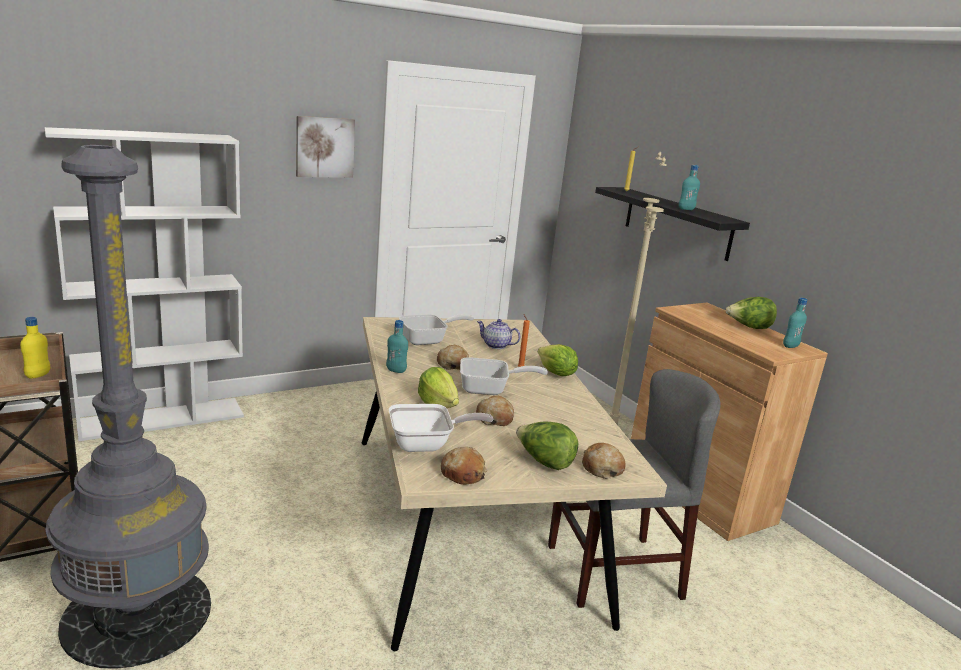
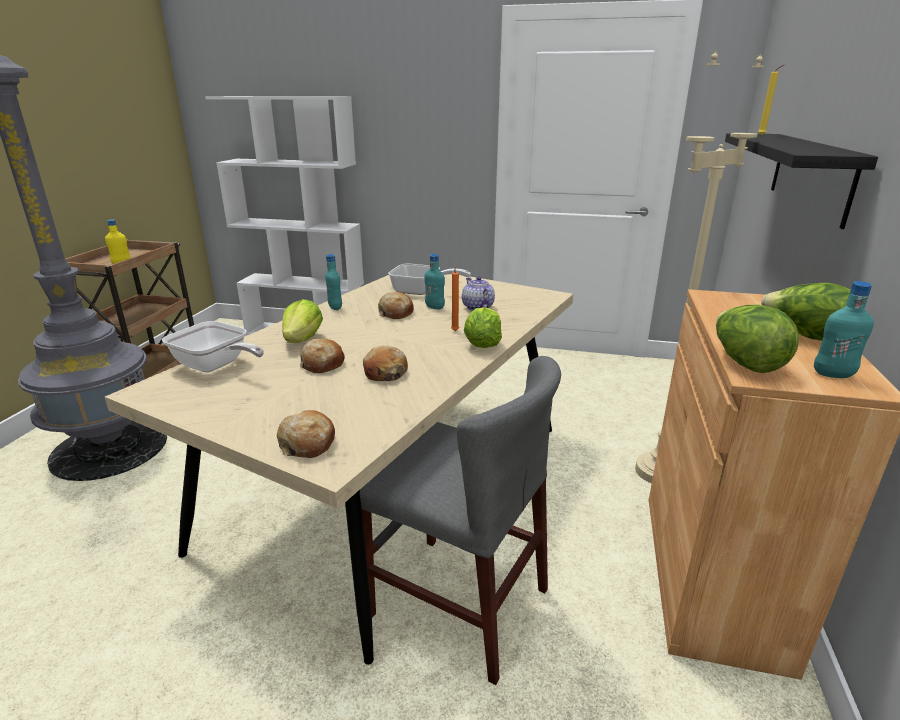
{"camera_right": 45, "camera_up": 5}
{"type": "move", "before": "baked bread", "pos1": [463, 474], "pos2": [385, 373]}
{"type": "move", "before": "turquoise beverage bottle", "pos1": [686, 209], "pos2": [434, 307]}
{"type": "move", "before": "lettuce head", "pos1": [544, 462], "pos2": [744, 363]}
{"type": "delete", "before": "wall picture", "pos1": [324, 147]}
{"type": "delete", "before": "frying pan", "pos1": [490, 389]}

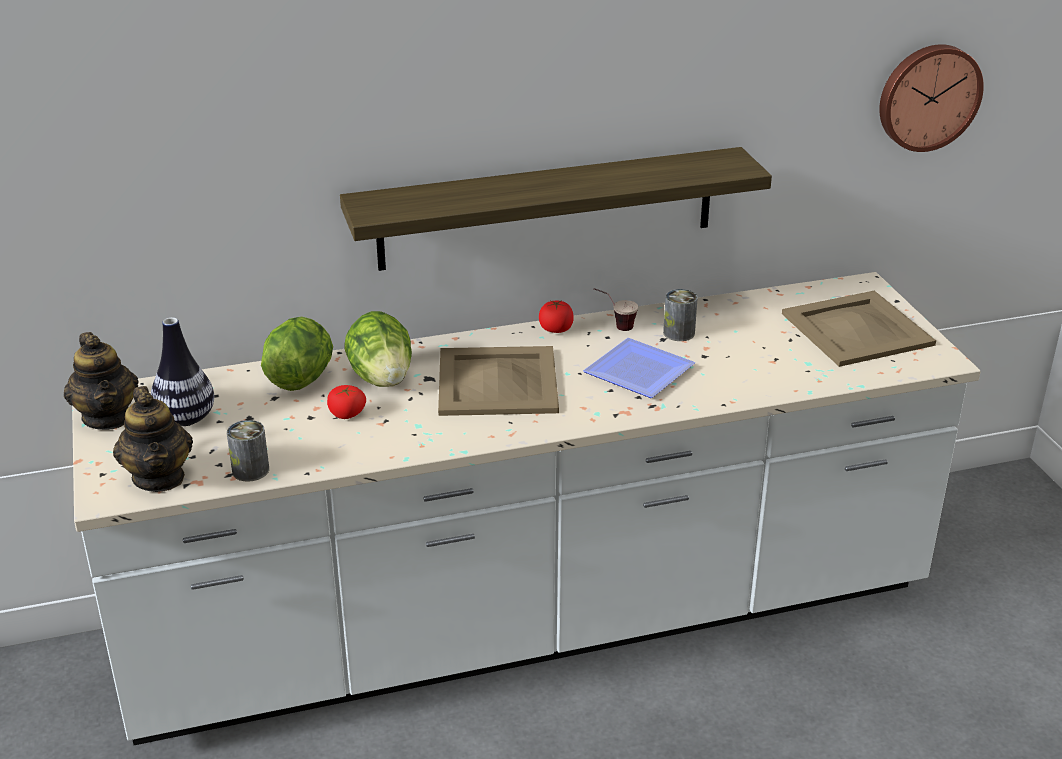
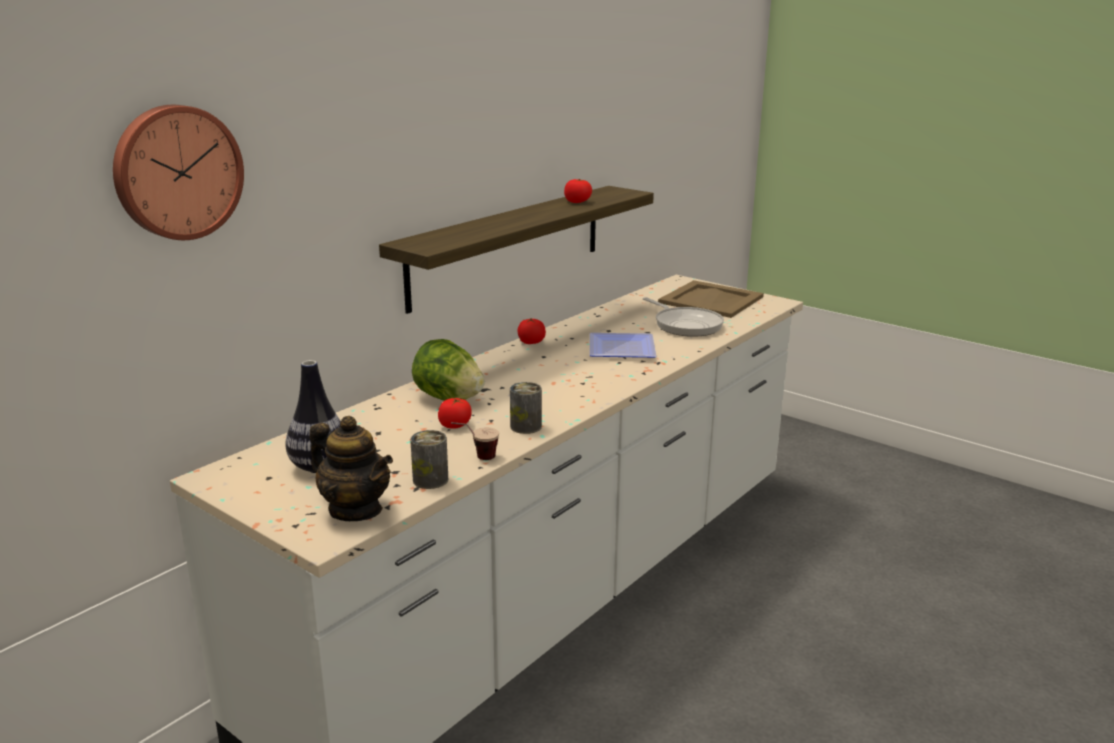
{"camera_right": -35, "camera_up": -10}
{"type": "move", "before": "clock on the wall", "pos1": [928, 96], "pos2": [177, 172]}
{"type": "move", "before": "small cup", "pos1": [614, 326], "pos2": [476, 458]}
{"type": "move", "before": "metal can", "pos1": [679, 333], "pos2": [526, 426]}
{"type": "insert", "after": "tomato", "pos2": [578, 202]}
{"type": "insert", "after": "frying pan", "pos2": [685, 325]}
{"type": "delete", "before": "tea pot", "pos1": [108, 417]}
{"type": "delete", "before": "lettuce head", "pos1": [301, 378]}
{"type": "delete", "before": "beige-coloured serving tray", "pos1": [498, 382]}

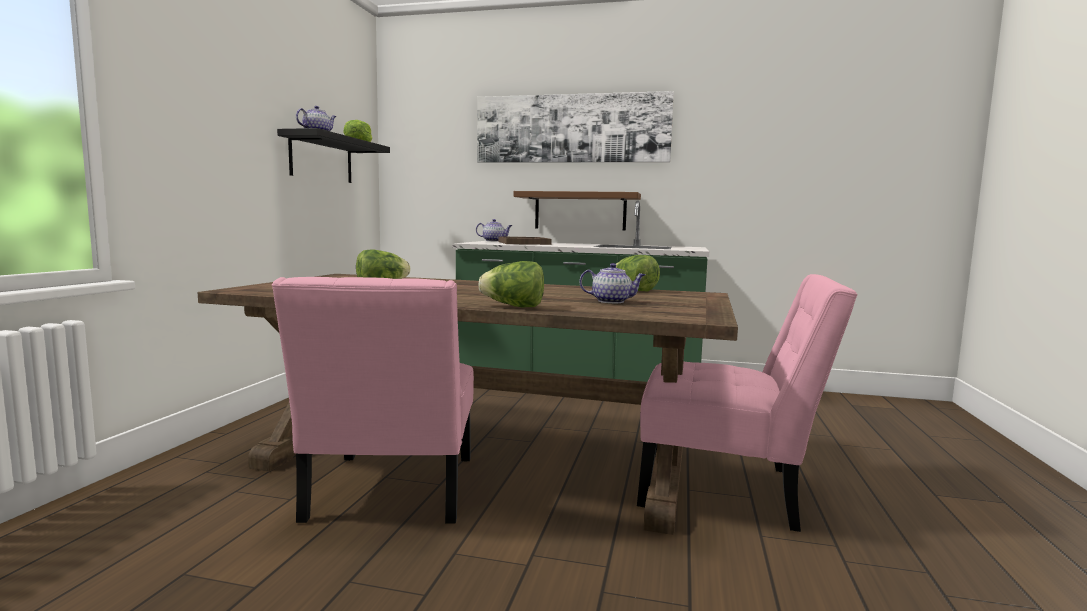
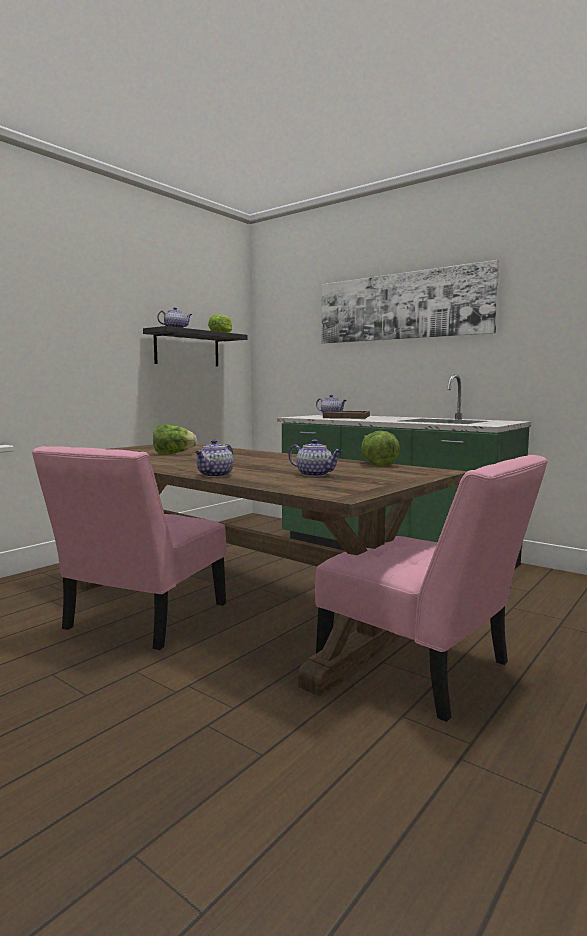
{"camera_right": 25, "camera_up": 0}
{"type": "replace", "before": "lettuce head", "after": "tea pot", "pos1": [514, 306], "pos2": [215, 475]}
{"type": "delete", "before": "brown-coloured shelf", "pos1": [580, 211]}

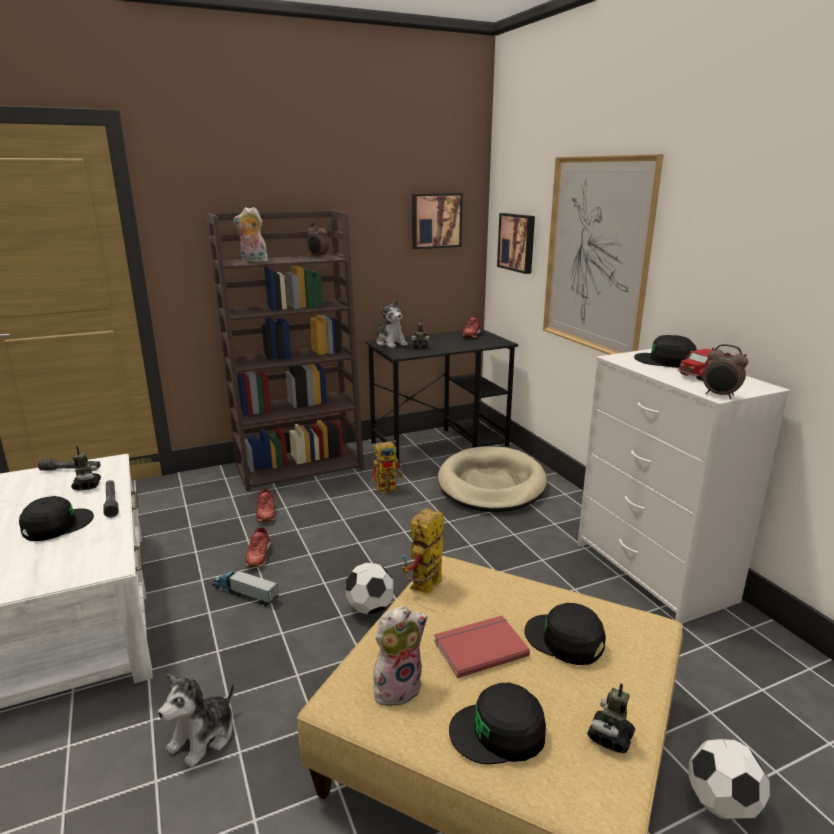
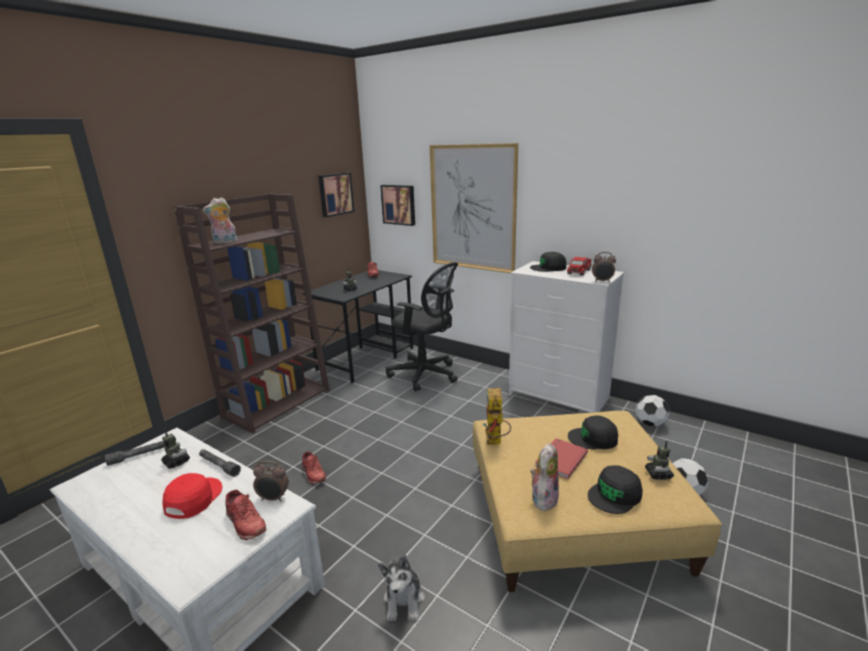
{"camera_right": -30, "camera_up": 0}
{"type": "recolor", "before": "black-coloured baseball cap", "after": "red baseball cap", "pos1": [57, 525], "pos2": [193, 498]}
{"type": "move", "before": "red item of footwear", "pos1": [265, 513], "pos2": [245, 523]}
{"type": "move", "before": "bedside clock", "pos1": [318, 257], "pos2": [273, 498]}
{"type": "replace", "before": "beige-coloured dog cushion", "after": "black-coloured office chair", "pos1": [491, 484], "pos2": [426, 375]}
{"type": "move", "before": "football ball", "pos1": [370, 608], "pos2": [650, 423]}
{"type": "delete", "before": "model truck", "pos1": [245, 593]}
{"type": "delete", "before": "model robot", "pos1": [390, 487]}
{"type": "delete", "before": "cuddly toy", "pos1": [391, 343]}

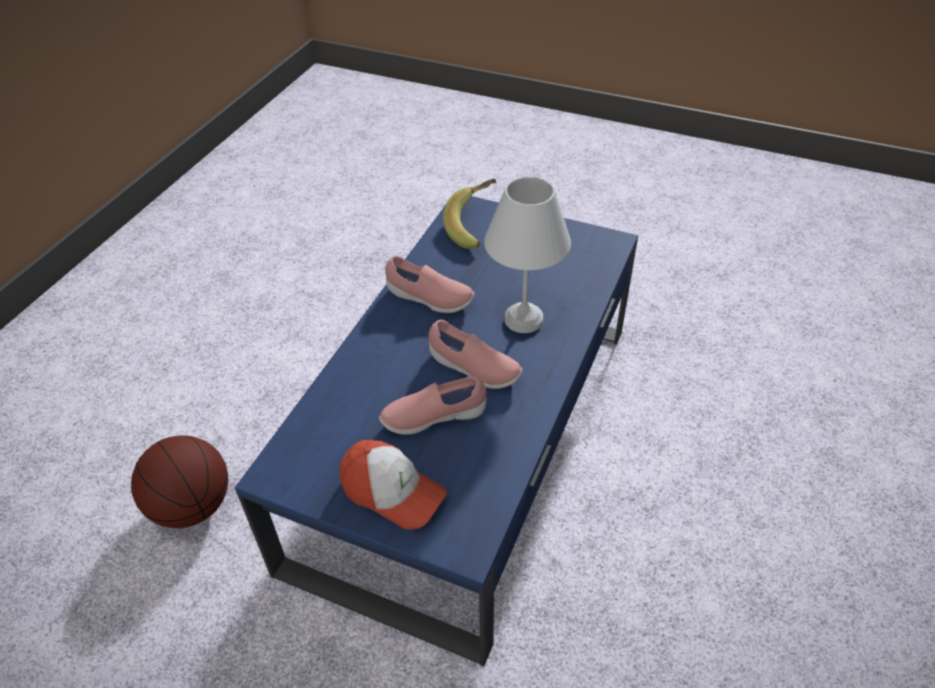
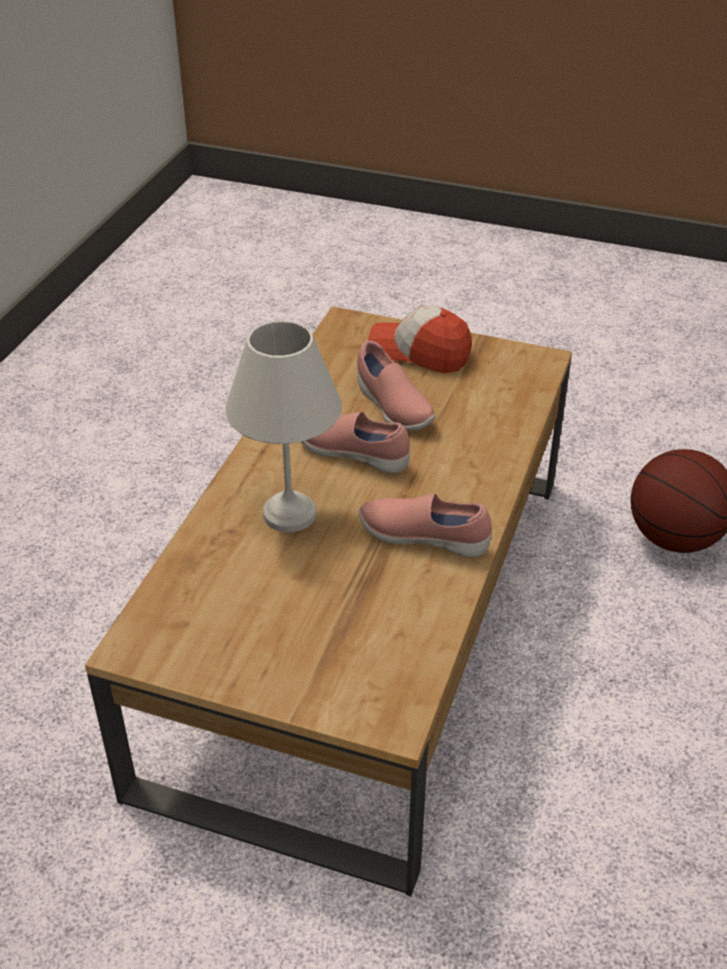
{"camera_right": 175, "camera_up": -5}
{"type": "recolor", "before": "blue lounge table", "after": "brown-coloured lounge table", "pos1": [469, 437], "pos2": [364, 625]}
{"type": "rotate", "before": "pink-coloured item of footwear", "pos1": [433, 417], "pos2": [392, 407], "turn": 75}
{"type": "delete", "before": "banana fruit", "pos1": [475, 227]}

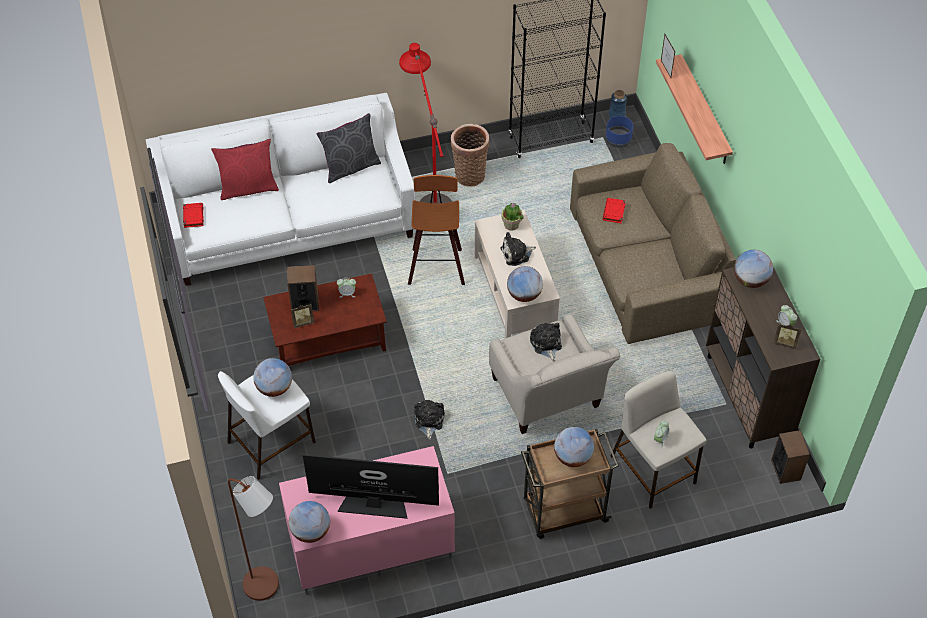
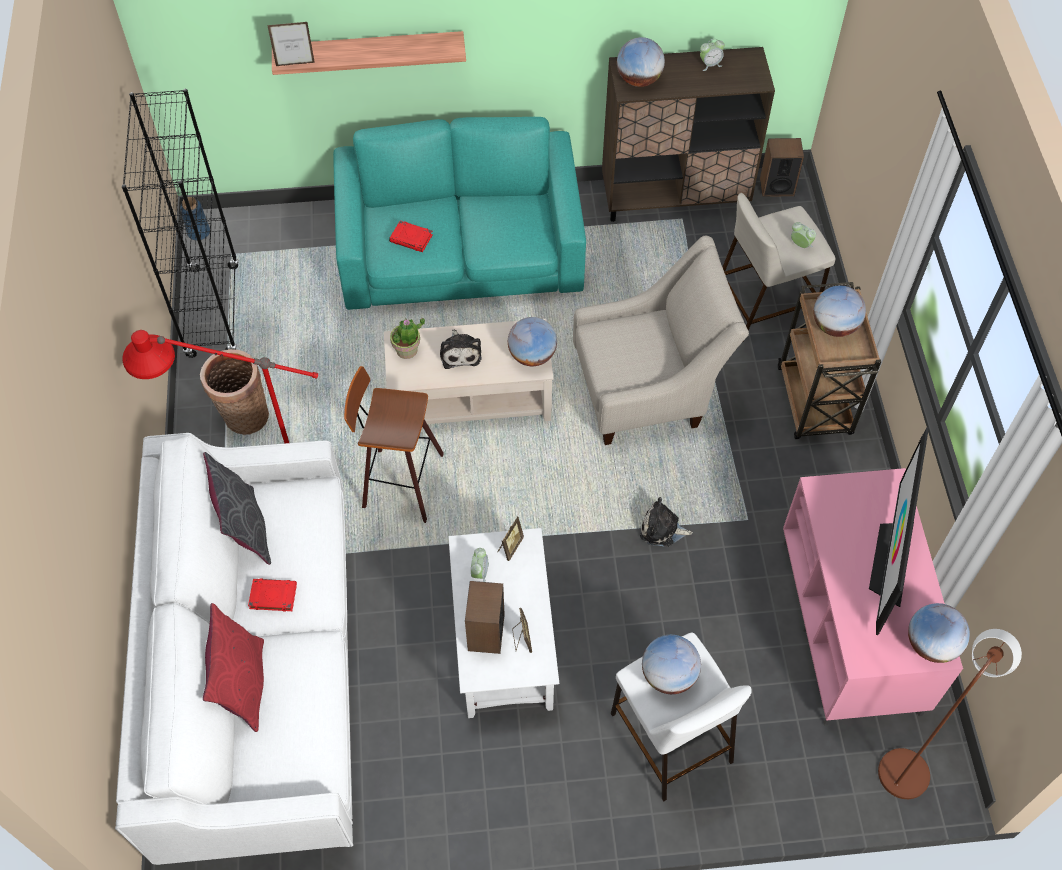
{"camera_right": -80, "camera_up": 5}
{"type": "move", "before": "red bound book", "pos1": [193, 216], "pos2": [272, 596]}
{"type": "recolor", "before": "brown-coloured settee", "after": "turquoise settee", "pos1": [647, 265], "pos2": [461, 250]}
{"type": "recolor", "before": "brown-coloured lounge table", "after": "white lounge table", "pos1": [329, 340], "pos2": [502, 638]}
{"type": "move", "before": "standing frame", "pos1": [785, 343], "pos2": [509, 546]}
{"type": "delete", "before": "cuddly toy", "pos1": [546, 344]}
{"type": "delete", "before": "blue plant pot", "pos1": [618, 139]}

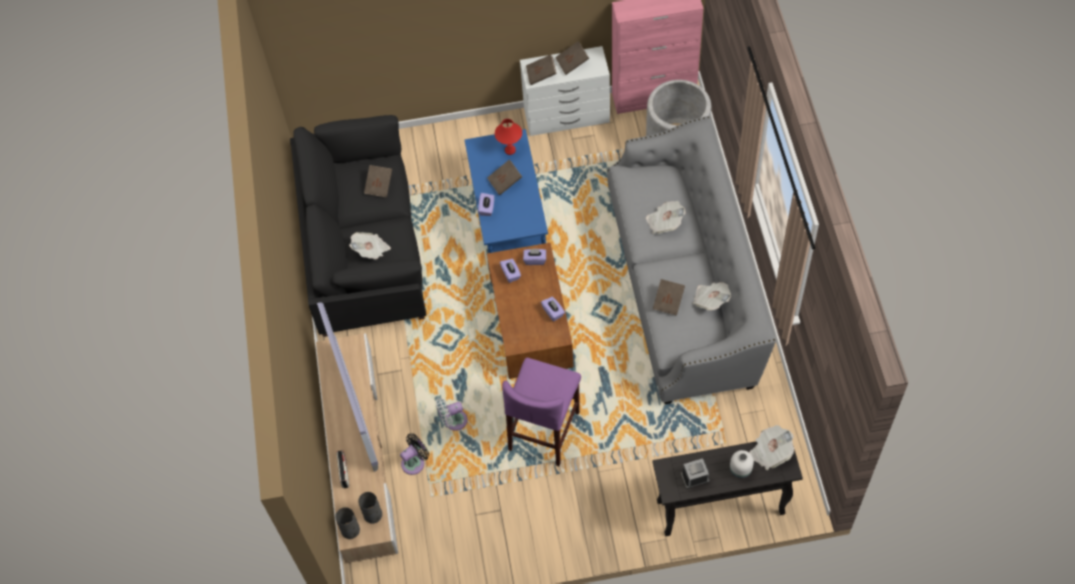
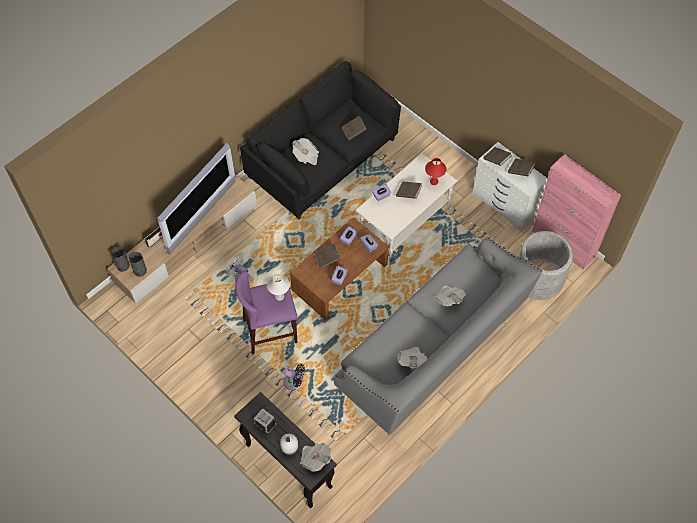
{"camera_right": 50, "camera_up": 0}
{"type": "insert", "after": "white lamp for a table", "pos2": [279, 296]}
{"type": "move", "before": "black-coloured electric fan", "pos1": [415, 462], "pos2": [294, 382]}
{"type": "move", "before": "brown-coloured bound book", "pos1": [668, 301], "pos2": [327, 259]}
{"type": "recolor", "before": "blue lounge table", "after": "white lounge table", "pos1": [508, 216], "pos2": [404, 218]}

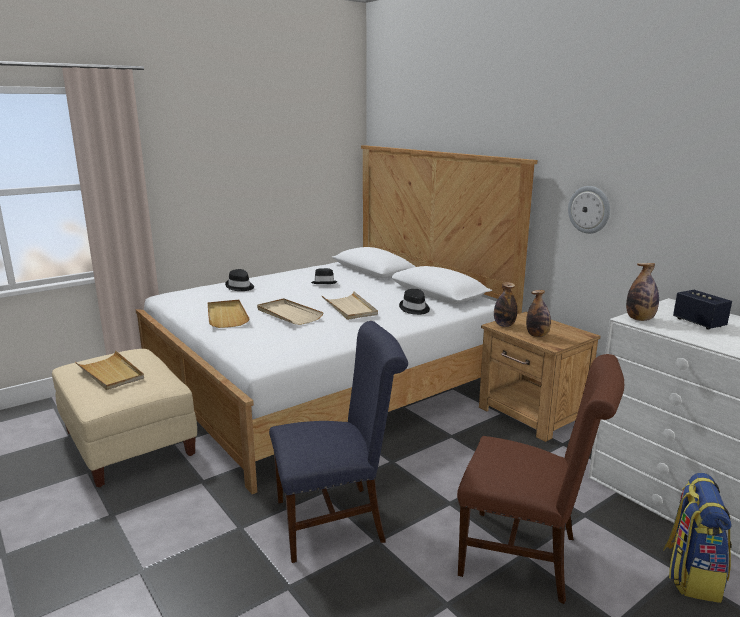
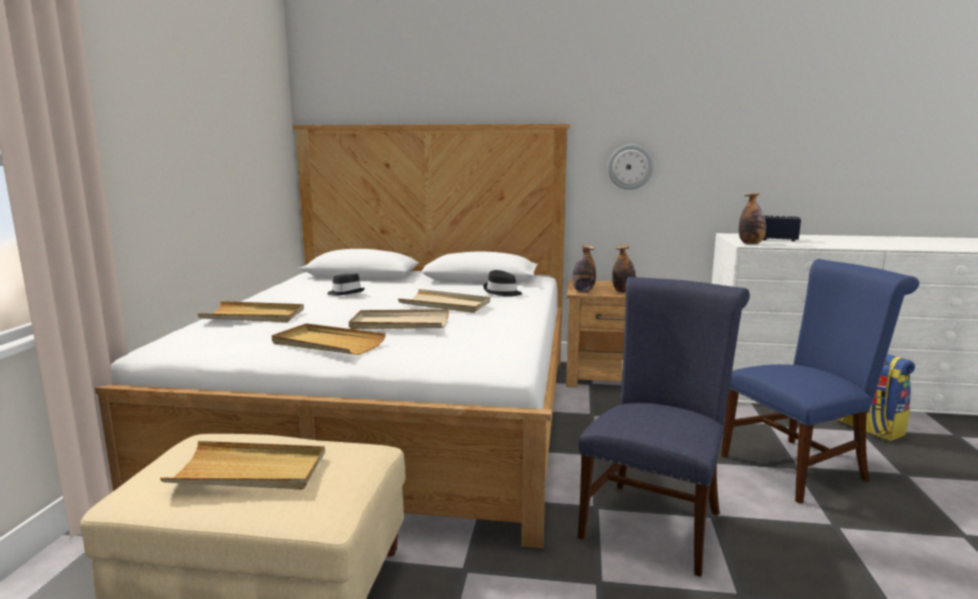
{"camera_right": -45, "camera_up": -5}
{"type": "replace", "before": "black-coloured wearable hat", "after": "beige-coloured serving tray", "pos1": [240, 287], "pos2": [254, 316]}
{"type": "recolor", "before": "brown-coloured upright chair", "after": "blue upright chair", "pos1": [527, 556], "pos2": [799, 466]}

